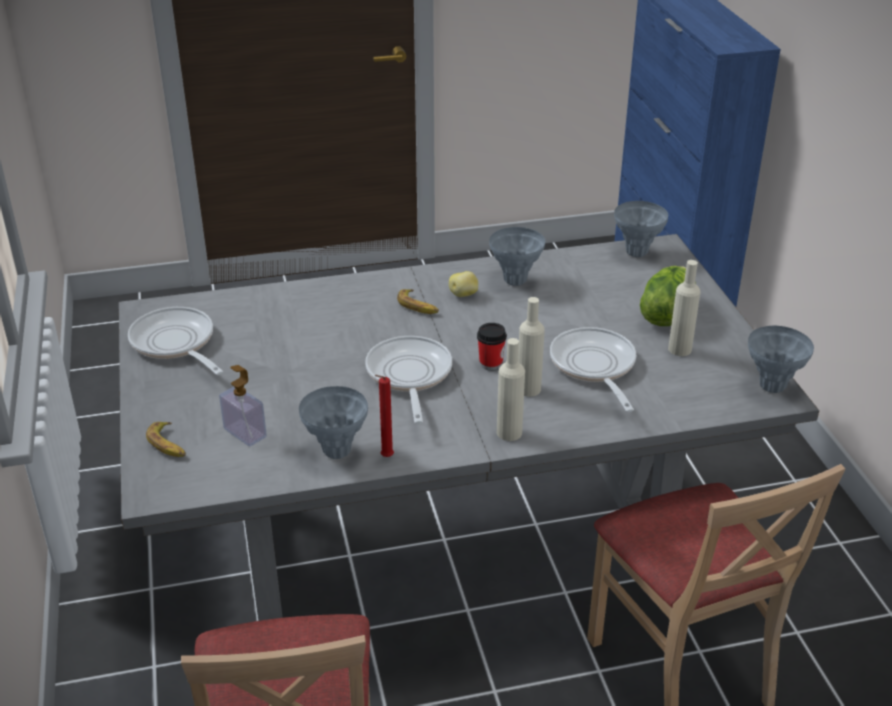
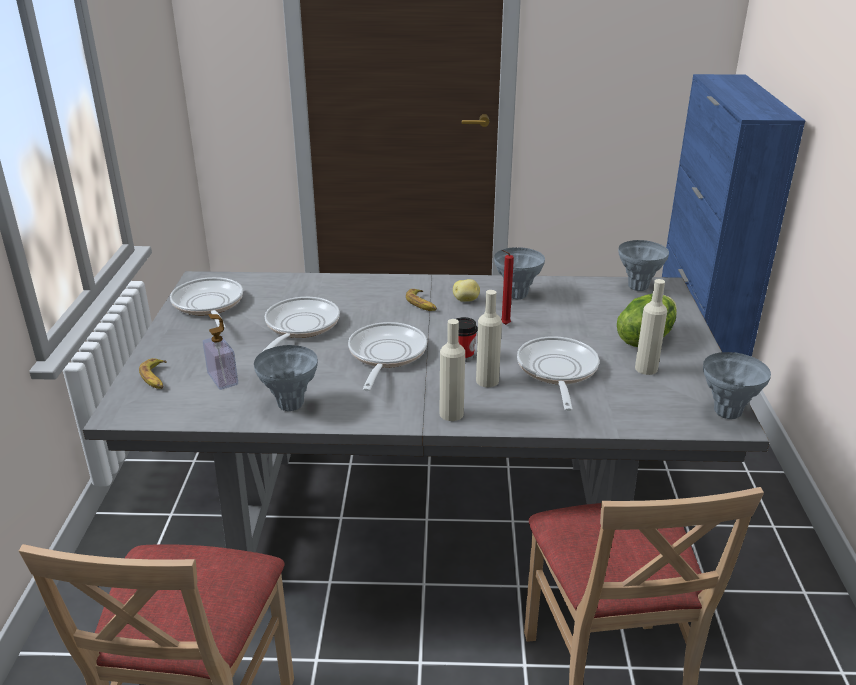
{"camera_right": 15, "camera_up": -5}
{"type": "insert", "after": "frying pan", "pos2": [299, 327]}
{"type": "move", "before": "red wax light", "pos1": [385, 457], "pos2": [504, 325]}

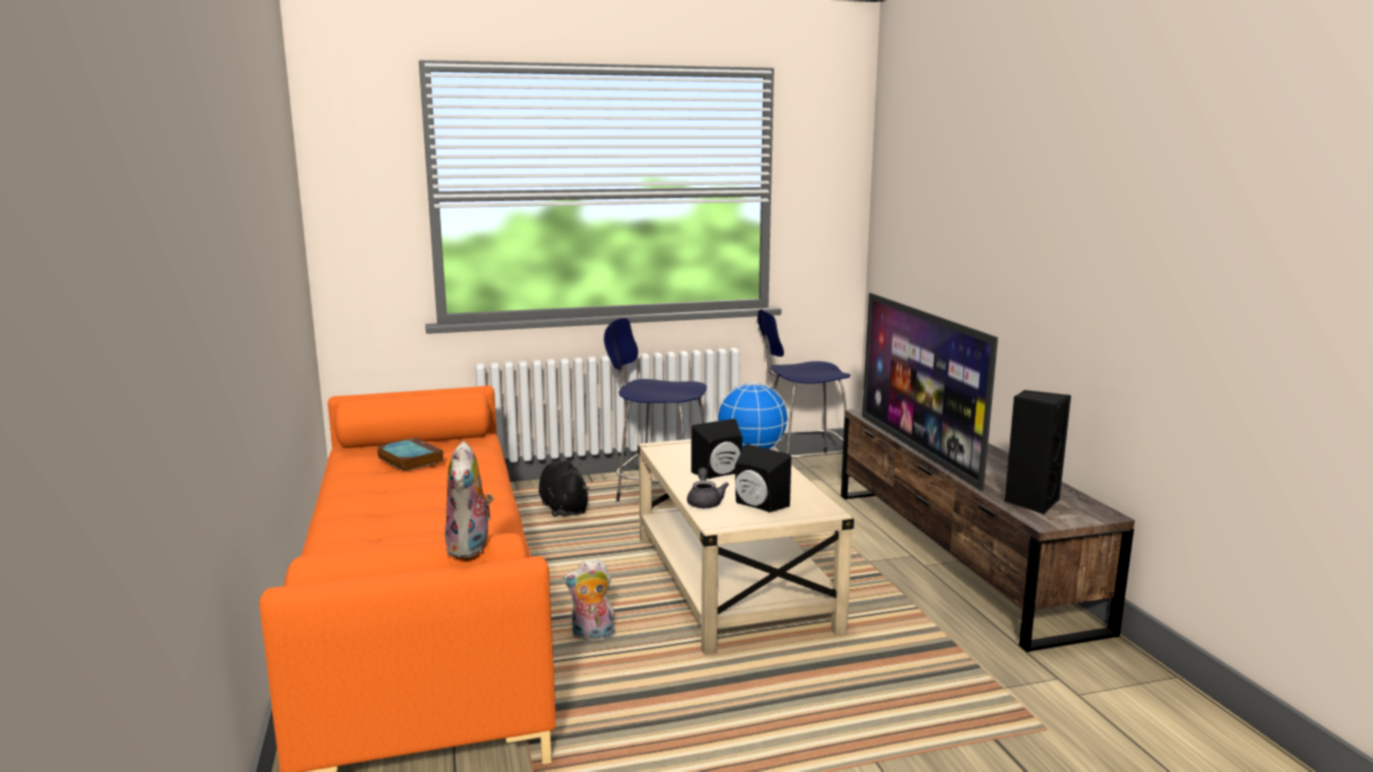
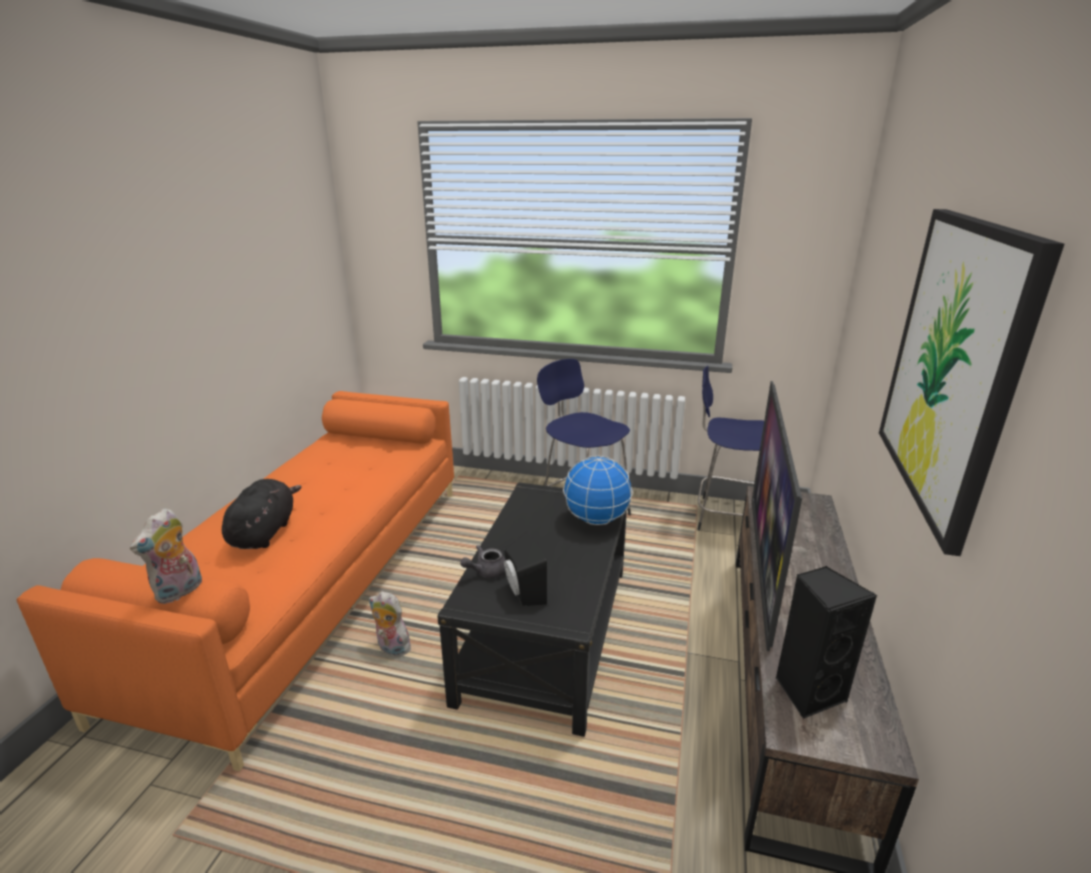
{"camera_right": 30, "camera_up": 10}
{"type": "move", "before": "black-coloured cuddly toy", "pos1": [563, 508], "pos2": [264, 532]}
{"type": "recolor", "before": "beige-coloured lounge table", "after": "black-coloured lounge table", "pos1": [732, 582], "pos2": [546, 632]}
{"type": "rotate", "before": "gray tea pot", "pos1": [705, 501], "pos2": [486, 571], "turn": -150}
{"type": "insert", "after": "wall picture", "pos2": [952, 365]}
{"type": "delete", "before": "bound book", "pos1": [409, 459]}
{"type": "delete", "before": "black-coloured loudspeaker", "pos1": [720, 474]}

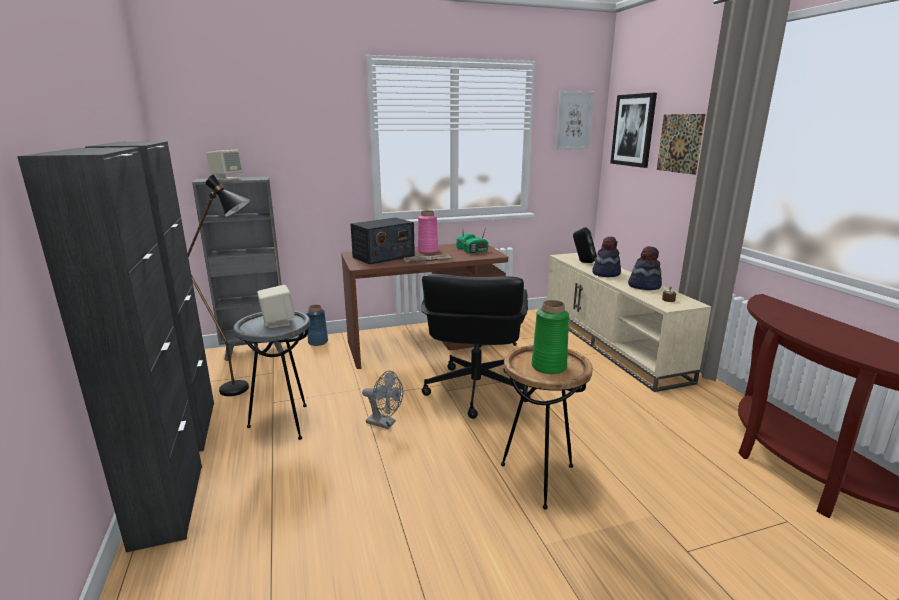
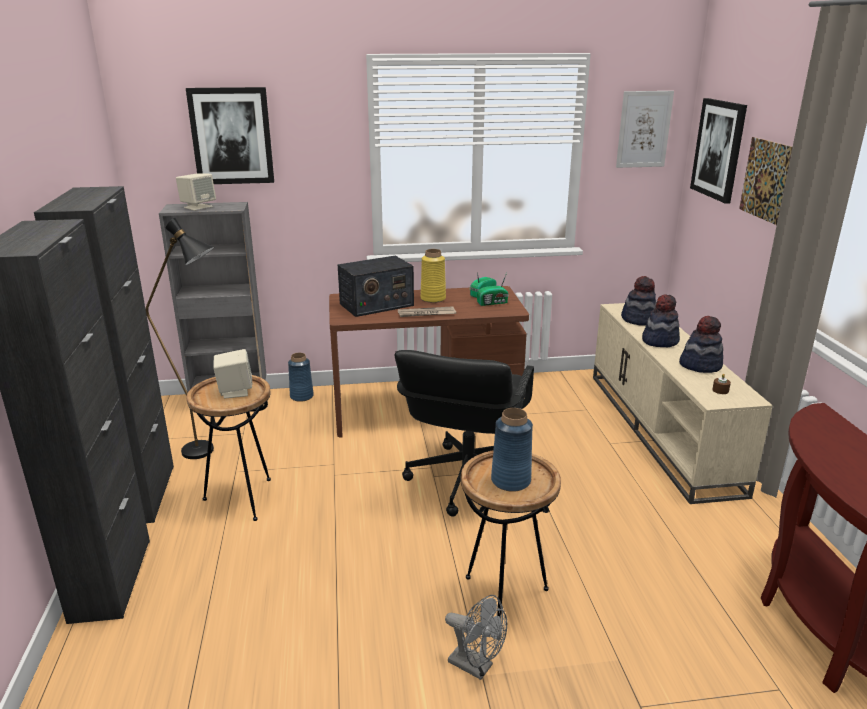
{"camera_right": 10, "camera_up": 5}
{"type": "insert", "after": "wall picture", "pos2": [231, 136]}
{"type": "recolor", "before": "gray end table", "after": "brown-coloured end table", "pos1": [285, 423], "pos2": [243, 499]}
{"type": "recolor", "before": "pink-coloured decorative vase", "after": "yellow decorative vase", "pos1": [427, 251], "pos2": [433, 298]}
{"type": "move", "before": "gray electric fan", "pos1": [385, 423], "pos2": [476, 666]}
{"type": "recolor", "before": "greenish decorative vase", "after": "blue decorative vase", "pos1": [549, 366], "pos2": [511, 481]}
{"type": "replace", "before": "black-coloured loudspeaker", "after": "wearable hat", "pos1": [582, 262], "pos2": [638, 319]}

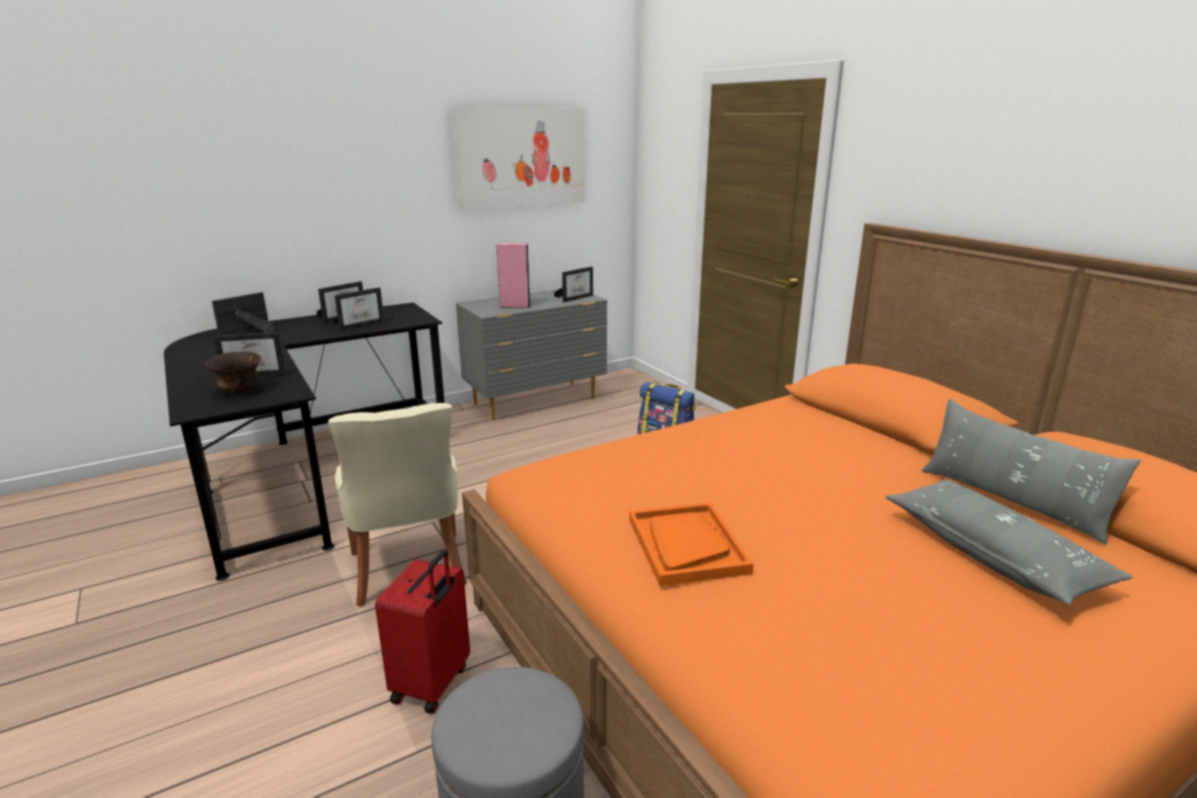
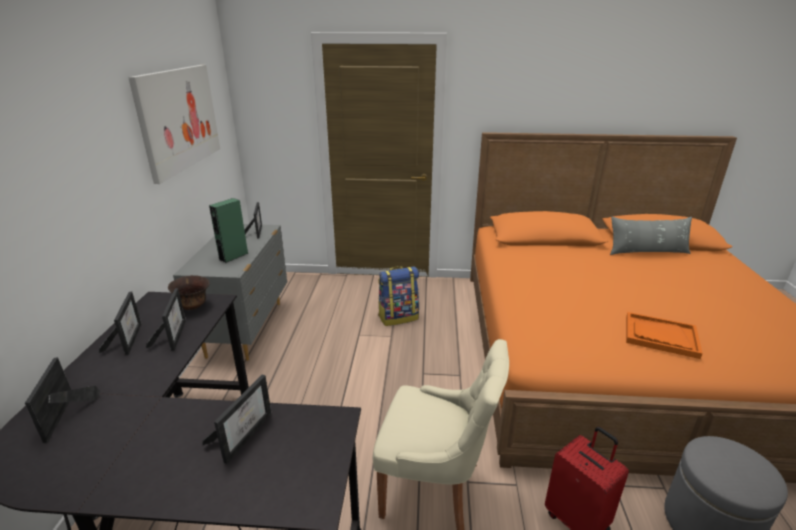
{"camera_right": -55, "camera_up": 5}
{"type": "move", "before": "brown-coloured serving bowl", "pos1": [239, 391], "pos2": [193, 306]}
{"type": "recolor", "before": "pink-coloured loudspeaker", "after": "greenish loudspeaker", "pos1": [515, 306], "pos2": [233, 256]}
{"type": "delete", "before": "gray throw pillow", "pos1": [993, 554]}

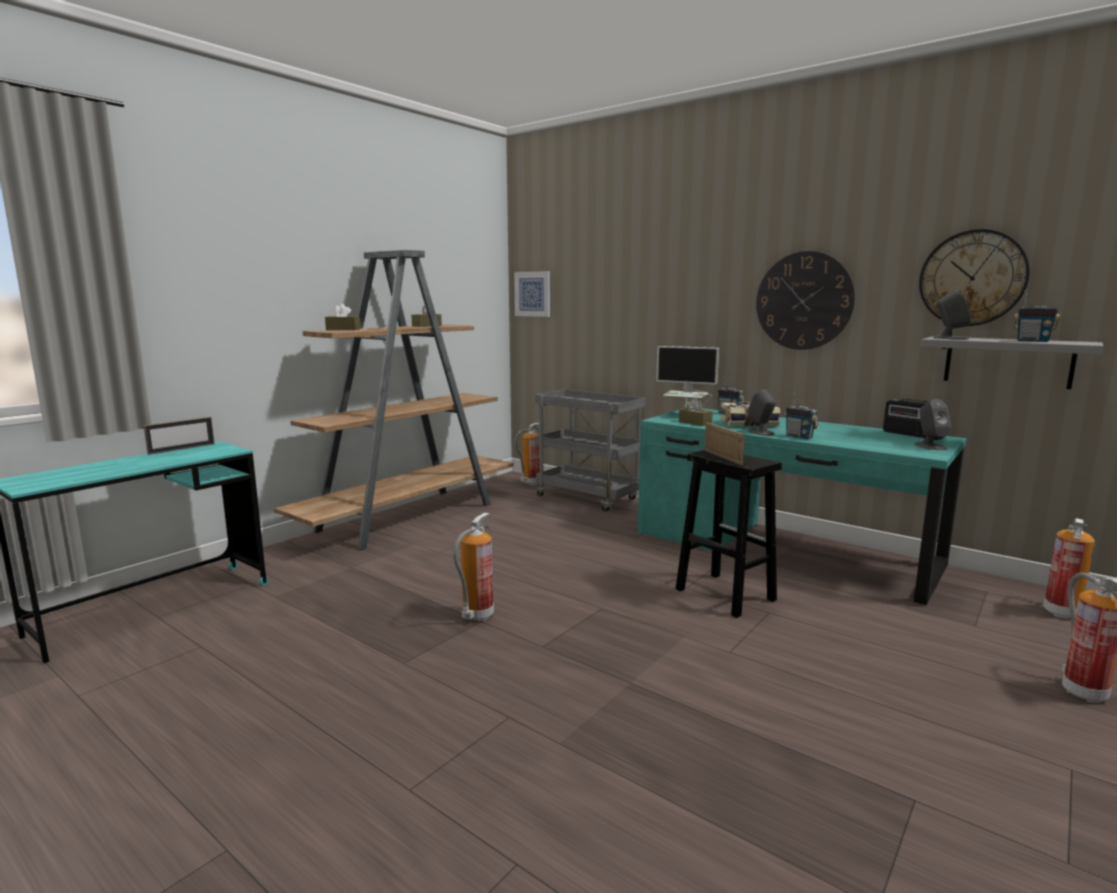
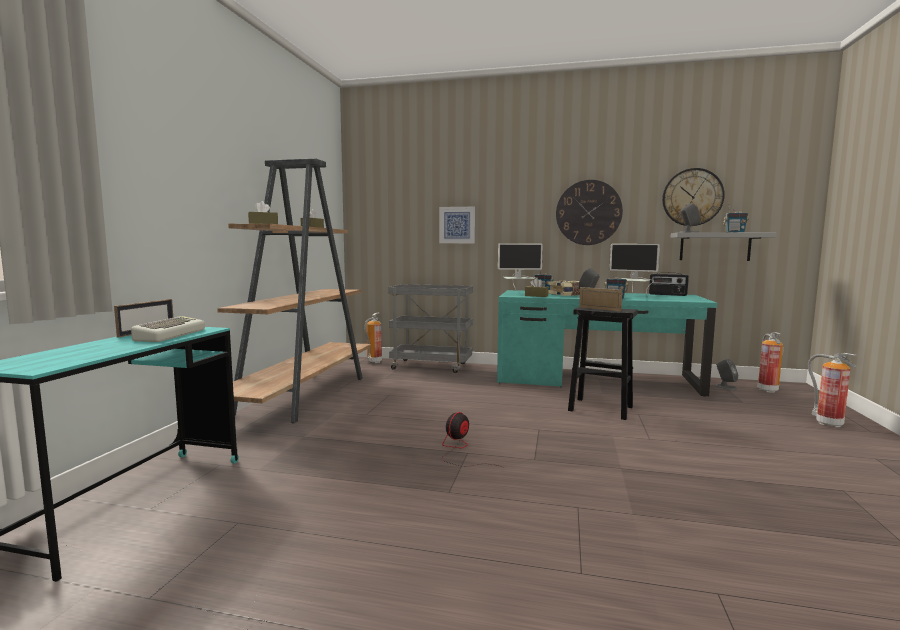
{"camera_right": -25, "camera_up": -5}
{"type": "insert", "after": "keyboard", "pos2": [169, 335]}
{"type": "move", "before": "wall picture", "pos1": [532, 294], "pos2": [457, 225]}
{"type": "replace", "before": "extinguisher", "after": "electric fan", "pos1": [477, 616], "pos2": [460, 450]}
{"type": "insert", "after": "computer screen", "pos2": [632, 296]}
{"type": "move", "before": "gray loudspeaker", "pos1": [930, 446], "pos2": [725, 387]}

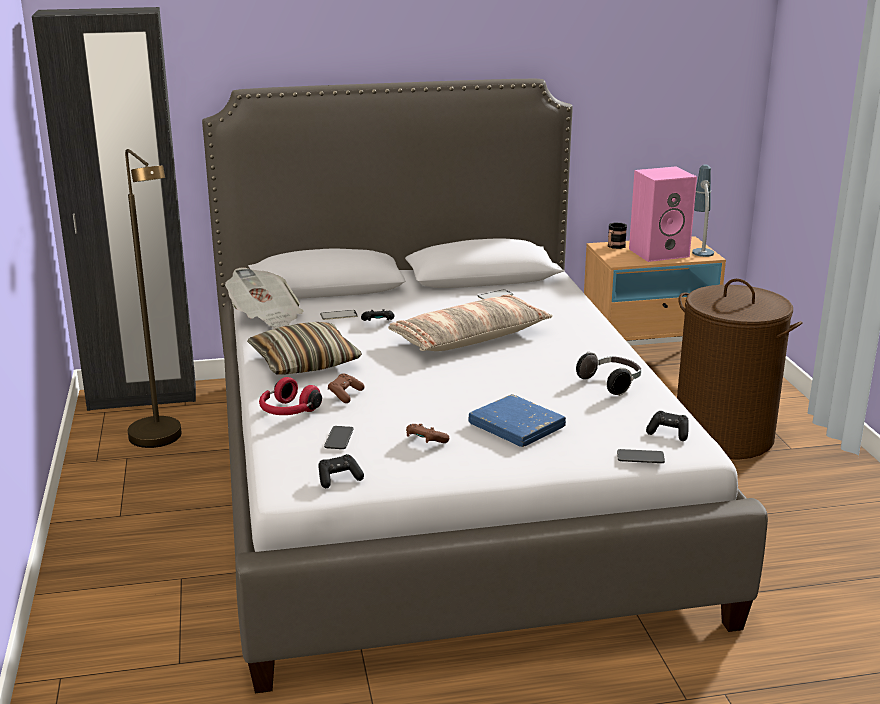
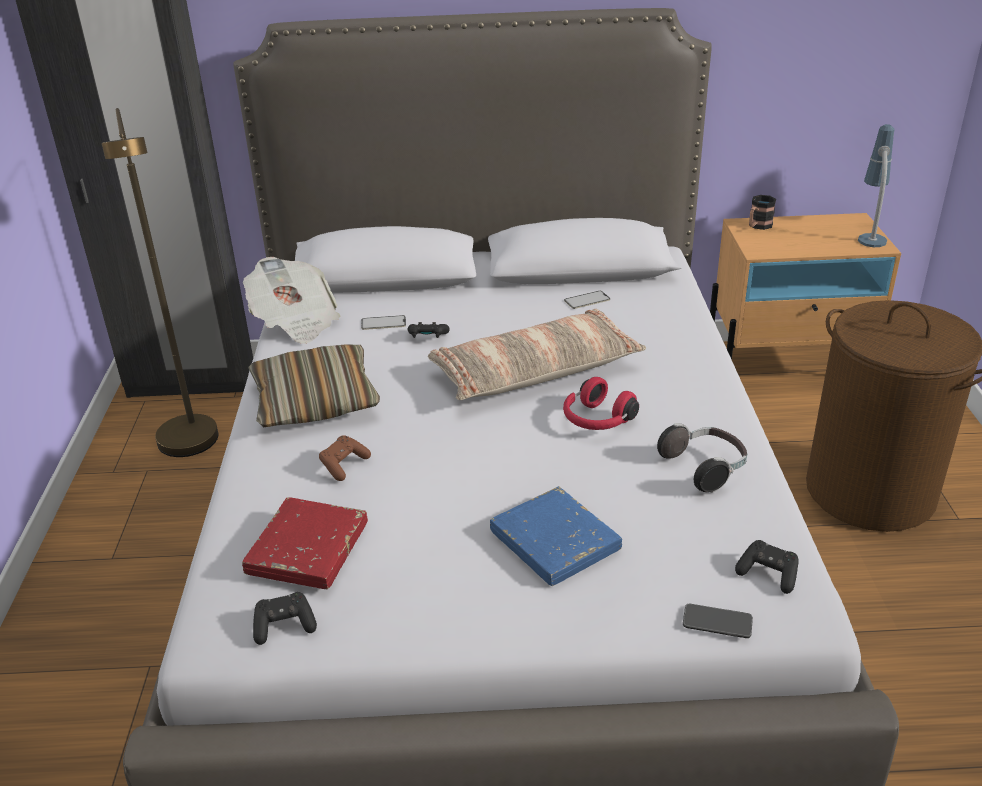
{"camera_right": 10, "camera_up": 10}
{"type": "replace", "before": "handset", "after": "red bound book", "pos1": [339, 438], "pos2": [307, 549]}
{"type": "move", "before": "red headphones", "pos1": [288, 411], "pos2": [596, 420]}
{"type": "delete", "before": "brown-coloured game controller", "pos1": [425, 441]}
{"type": "delete", "before": "pink-coloured loudspeaker", "pos1": [659, 252]}

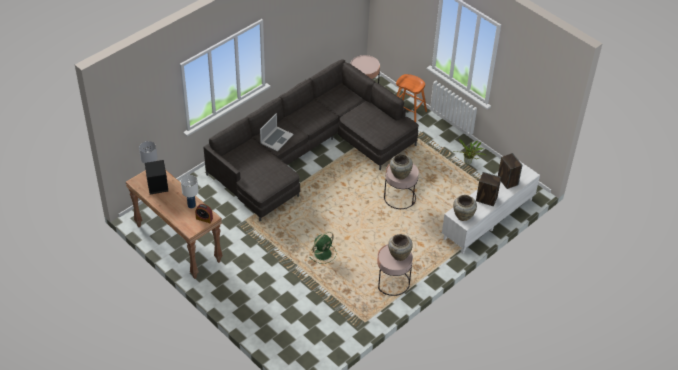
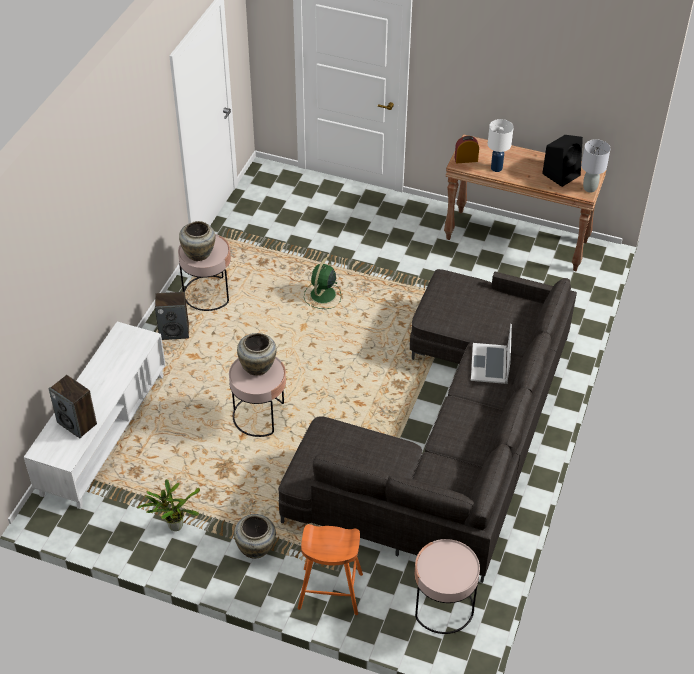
{"camera_right": 155, "camera_up": 0}
{"type": "move", "before": "loudspeaker", "pos1": [486, 199], "pos2": [174, 331]}
{"type": "move", "before": "beige-coloured decorative vase", "pos1": [463, 215], "pos2": [256, 549]}

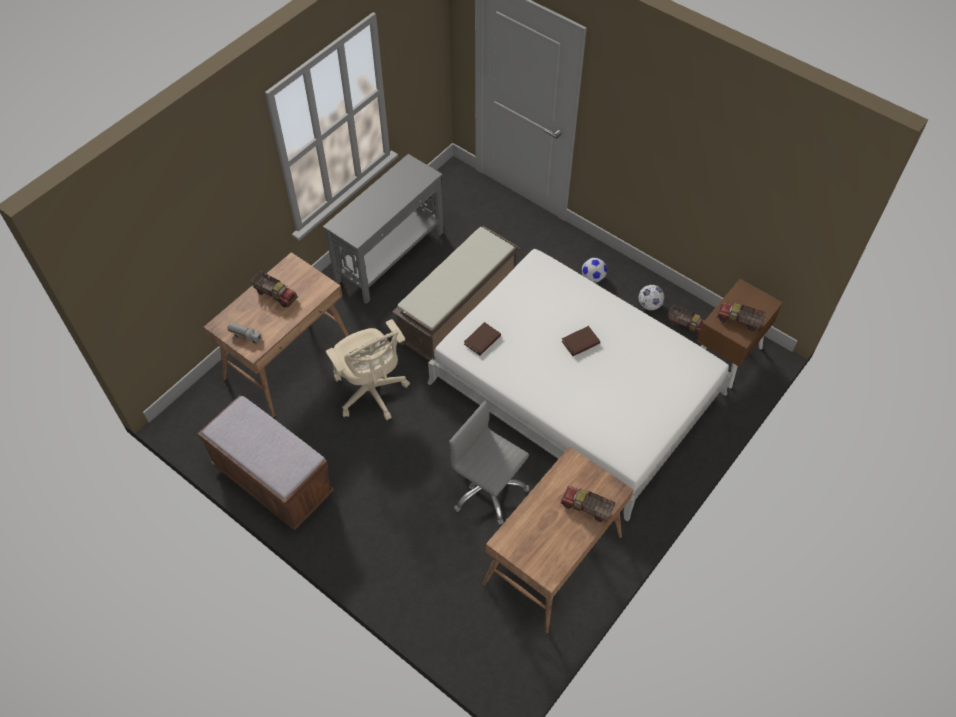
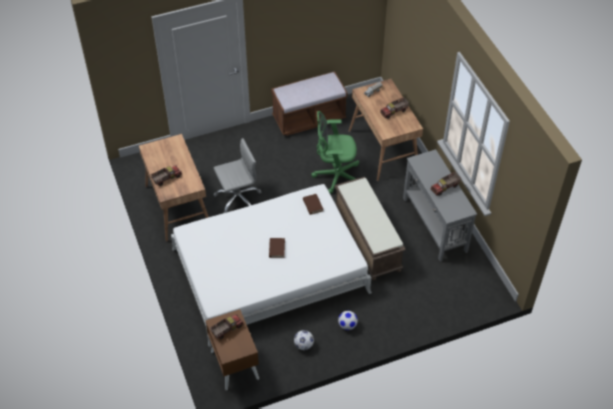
{"camera_right": 120, "camera_up": -5}
{"type": "recolor", "before": "beige-coloured office chair", "after": "greenish office chair", "pos1": [371, 392], "pos2": [335, 176]}
{"type": "move", "before": "model truck", "pos1": [687, 325], "pos2": [445, 188]}

